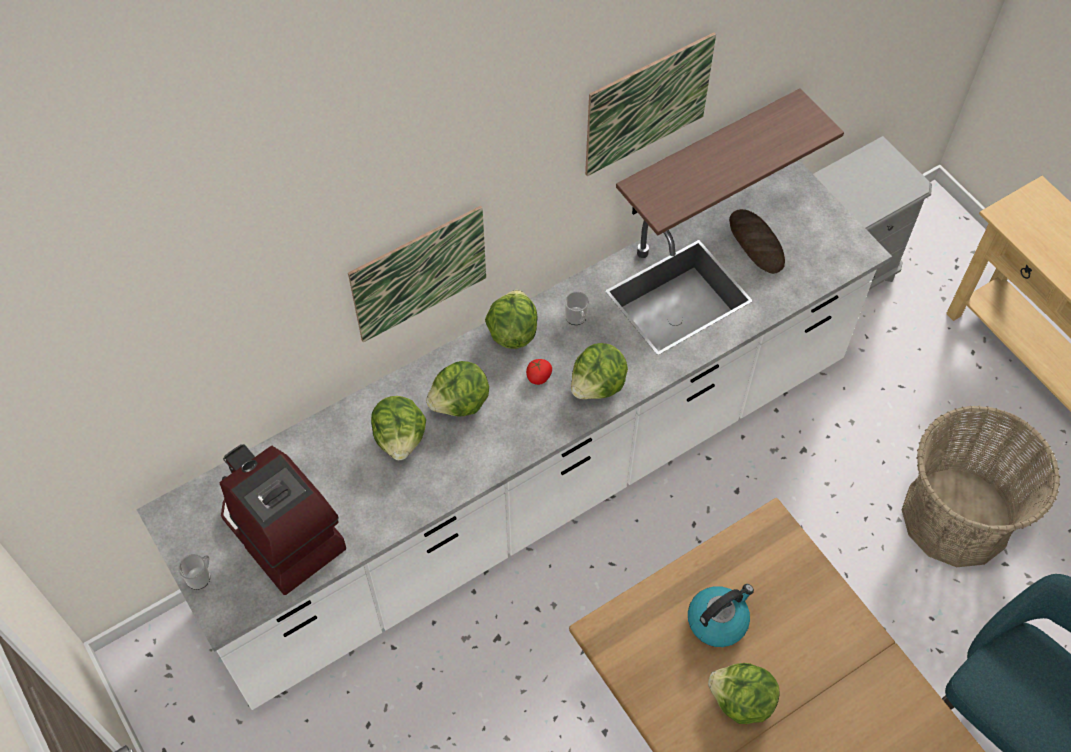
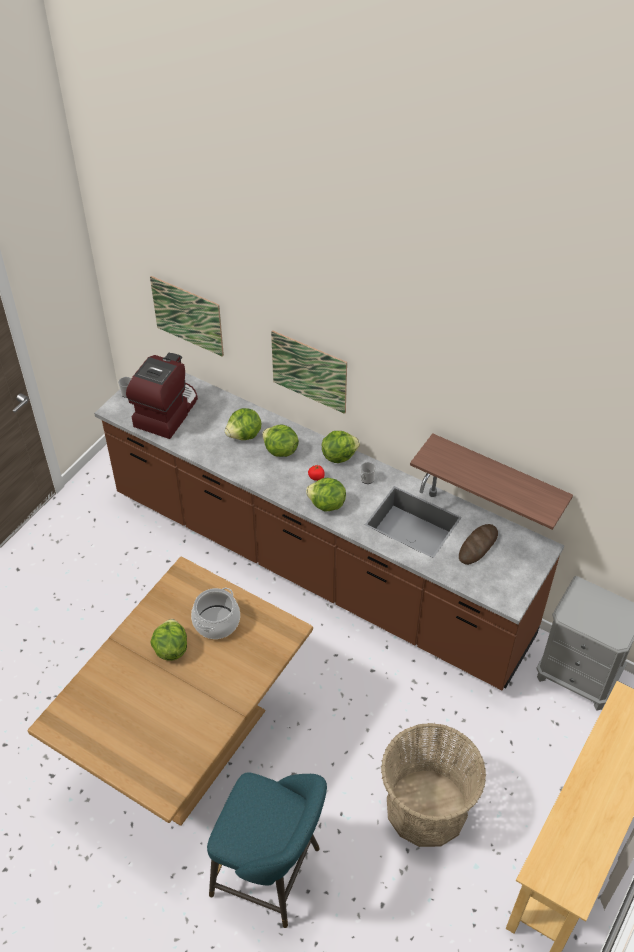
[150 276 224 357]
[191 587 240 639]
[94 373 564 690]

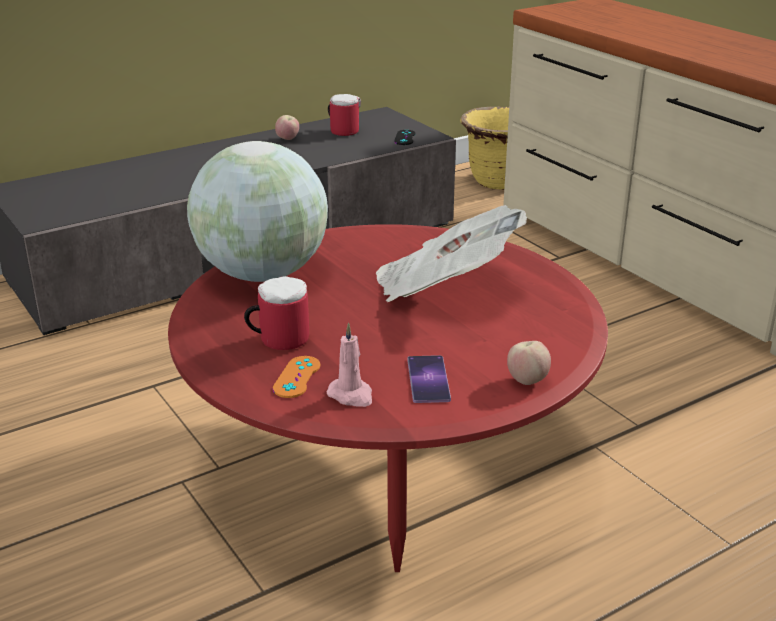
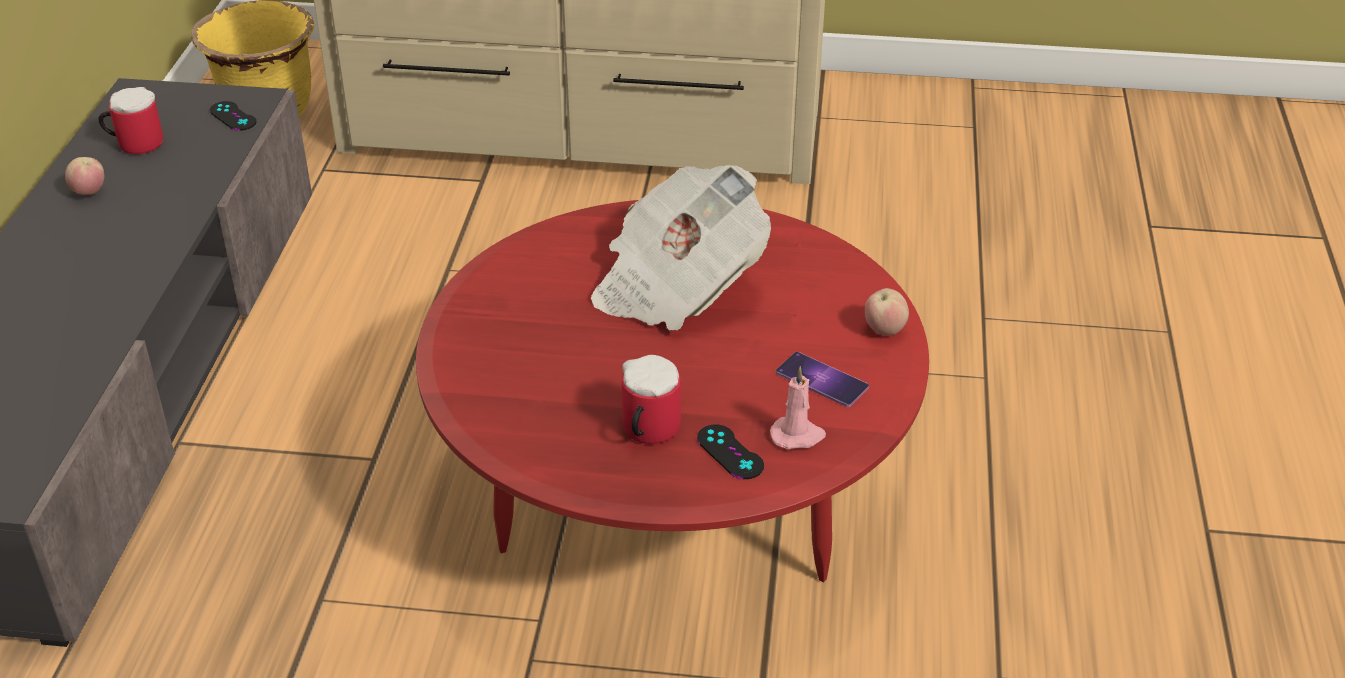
[187 141 328 282] (first image)
[697 425 764 479]

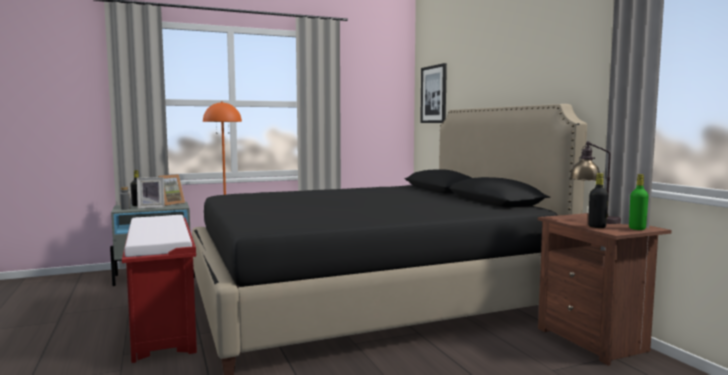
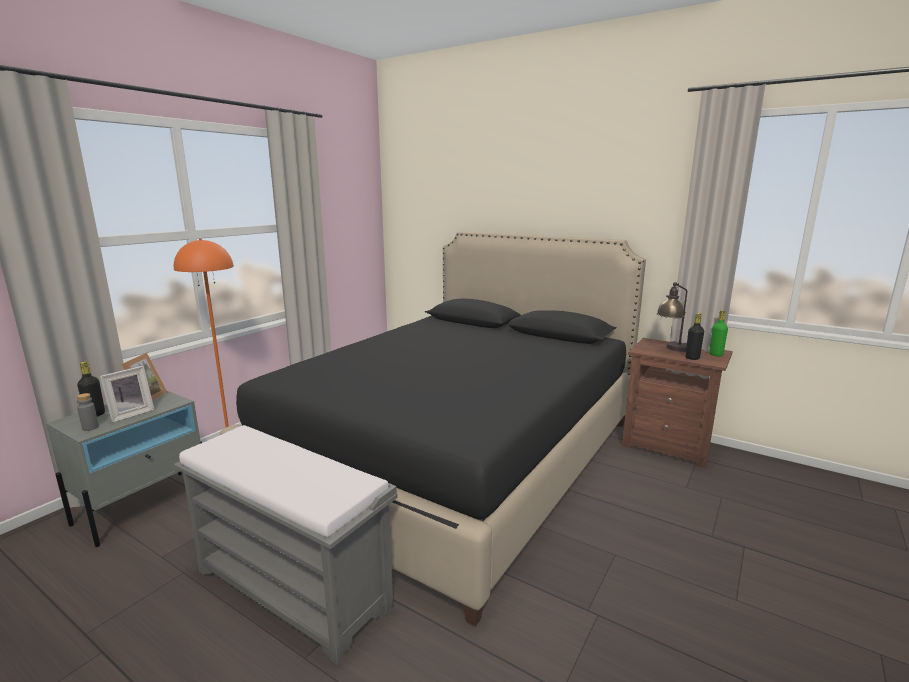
[420 63 447 123] (first image)
[174 425 398 665]

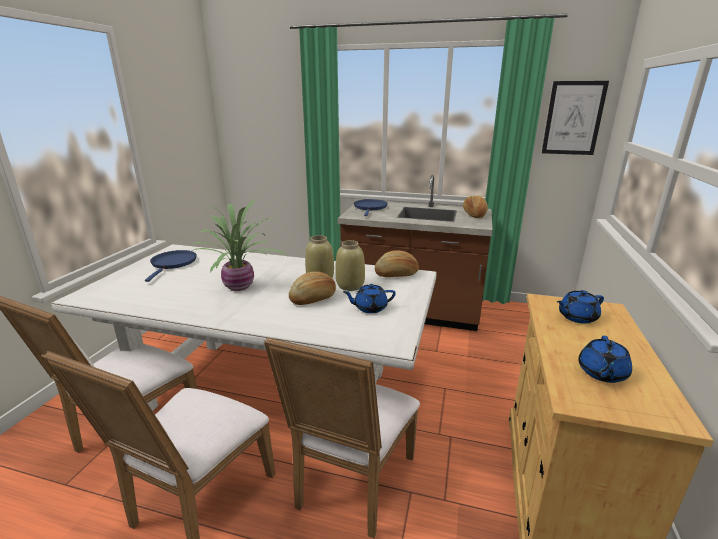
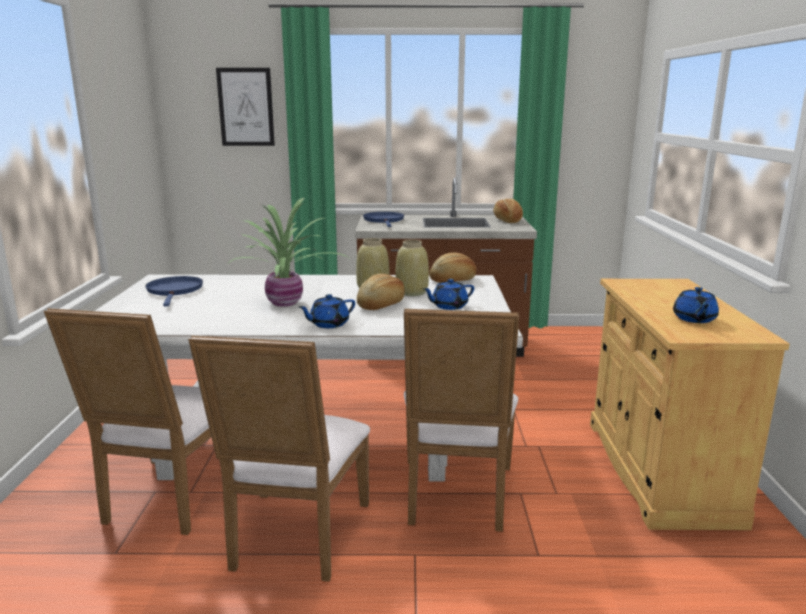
[216 68 275 146]
[299 294 355 328]

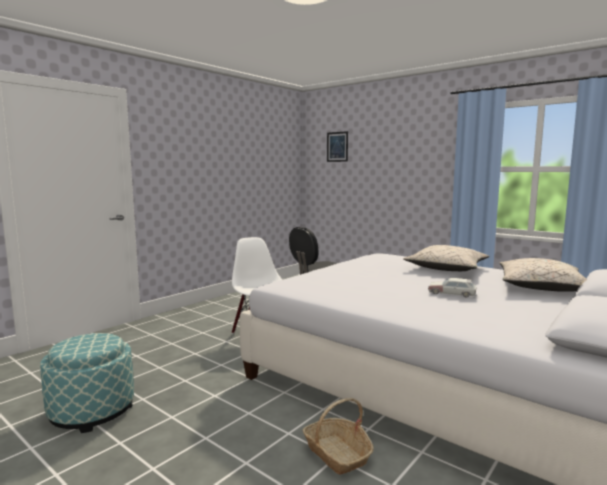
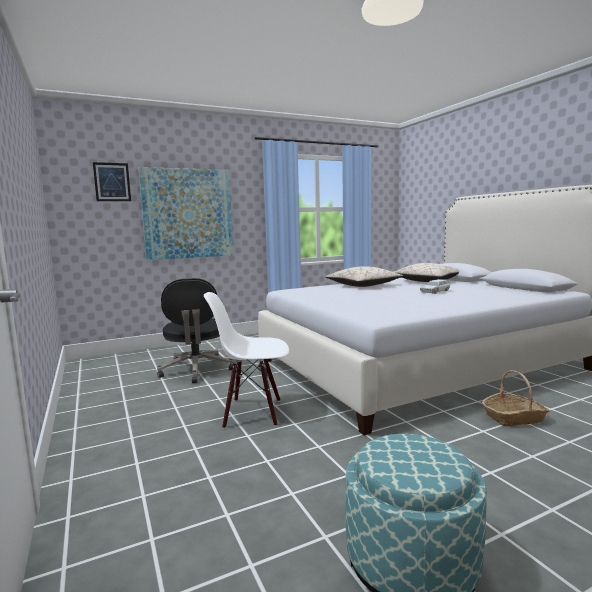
[138 167 233 260]

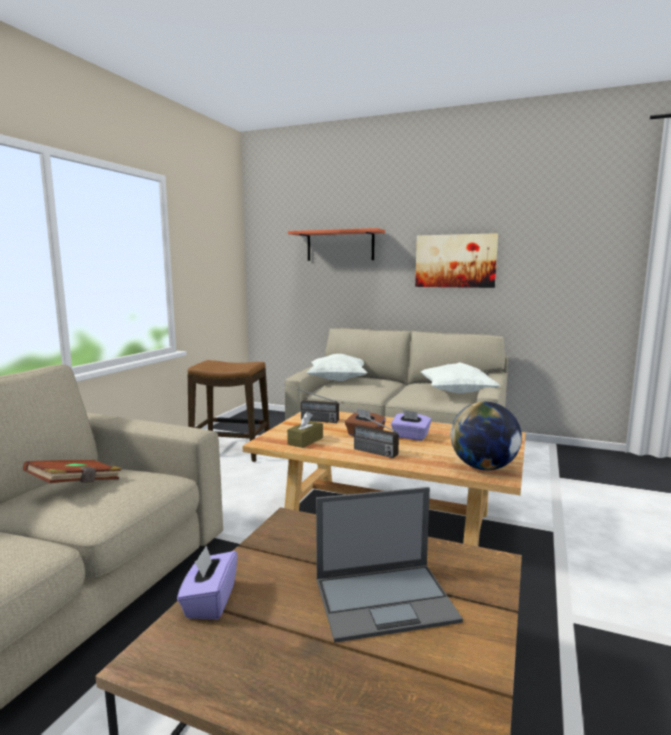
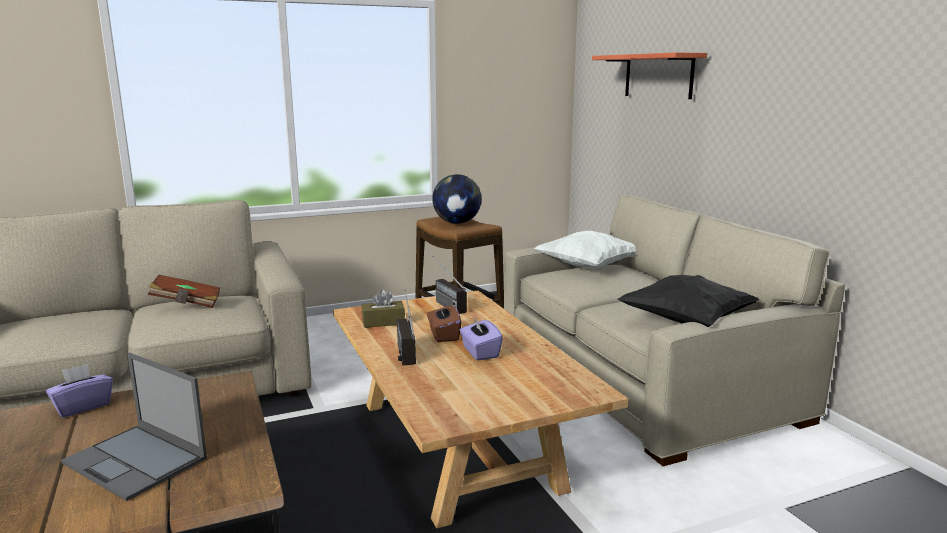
[415 233 498 288] (first image)
[432 174 482 224]
[618 275 759 327]

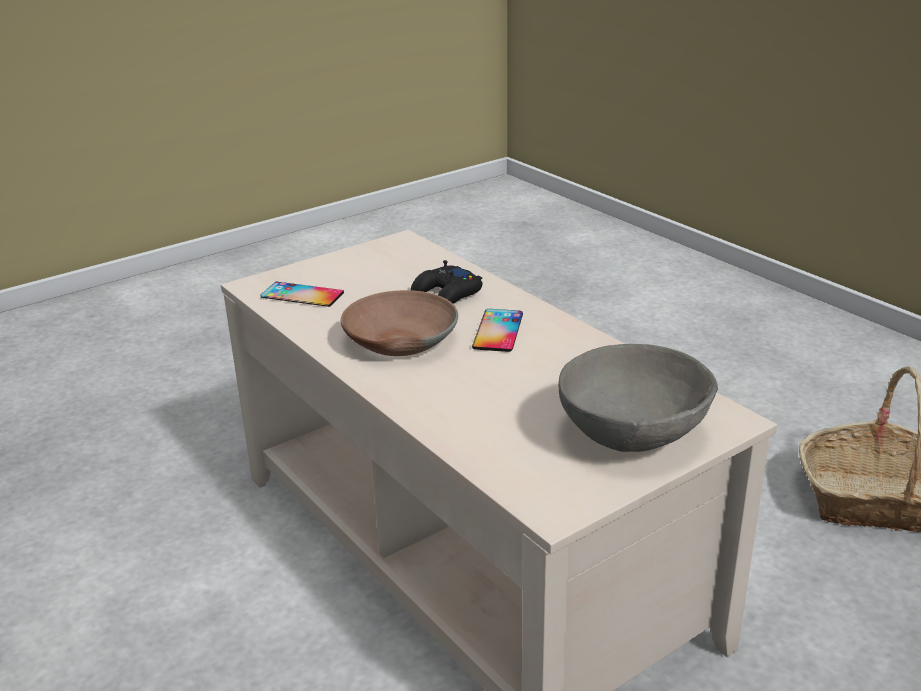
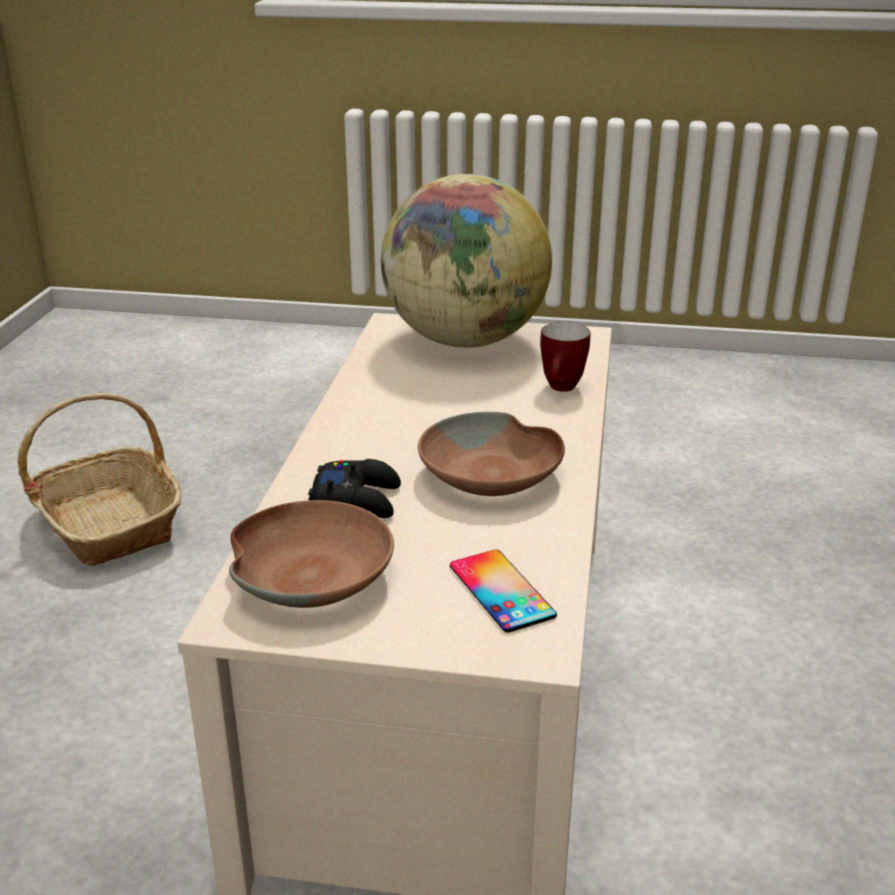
[472 309 523 352] (first image)
[229 500 394 608]
[540 322 590 392]
[381 174 552 348]

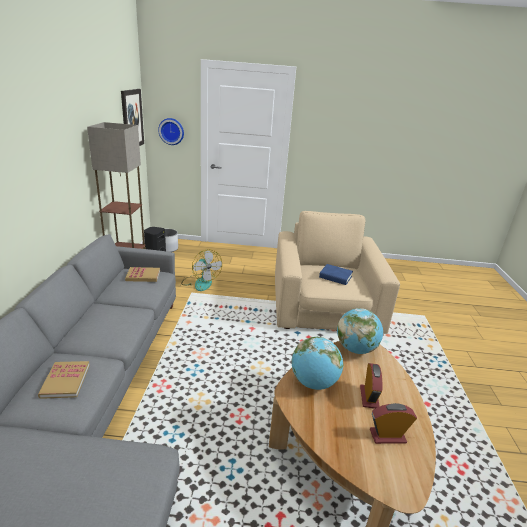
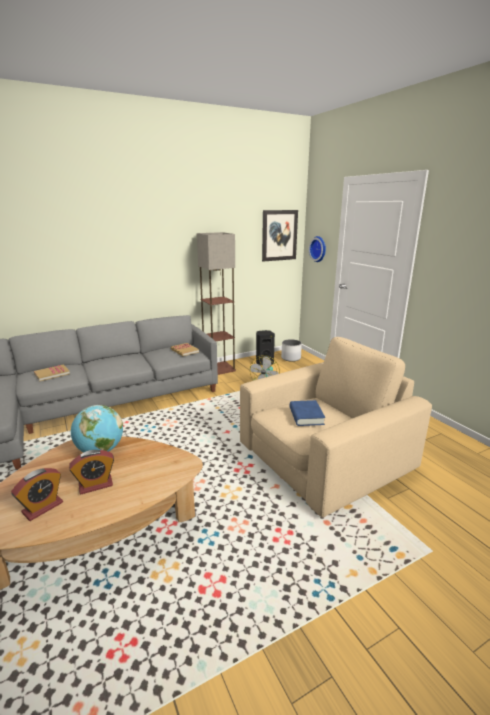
[337 308 383 354] (first image)
[11 468 63 521]

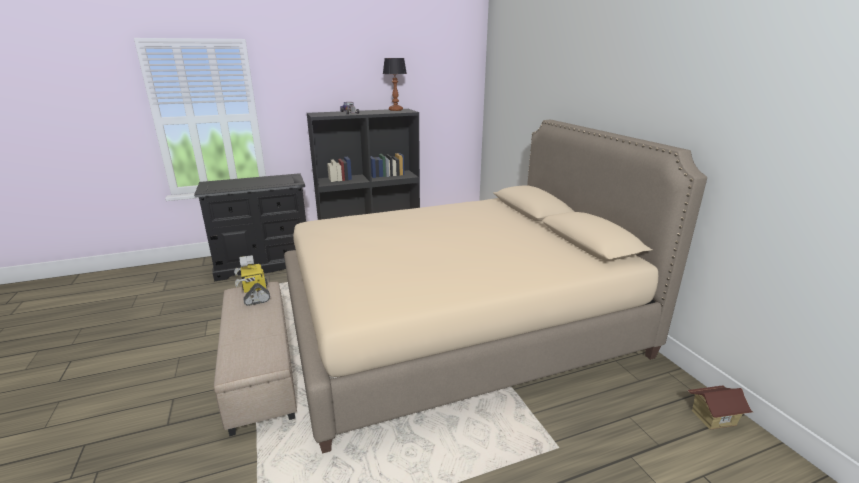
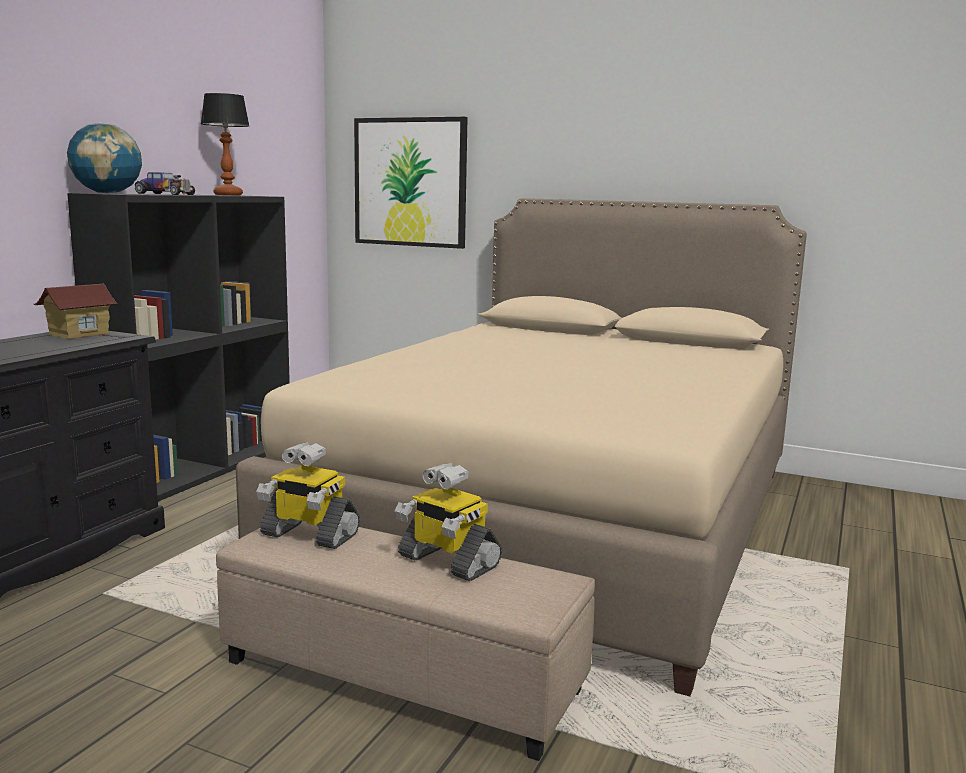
[67 123 142 194]
[354 117 468 249]
[395 463 502 581]
[34 284 119 339]

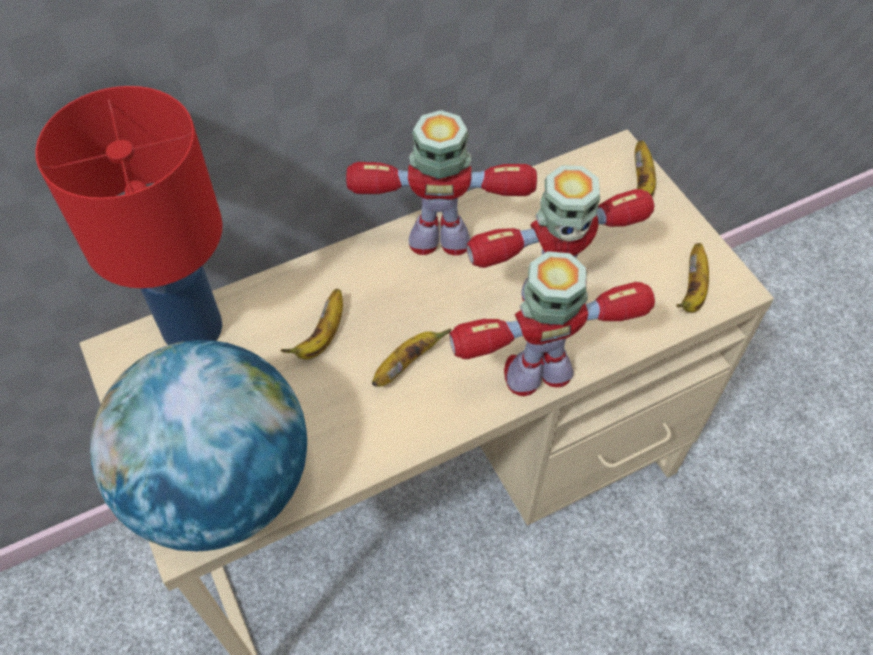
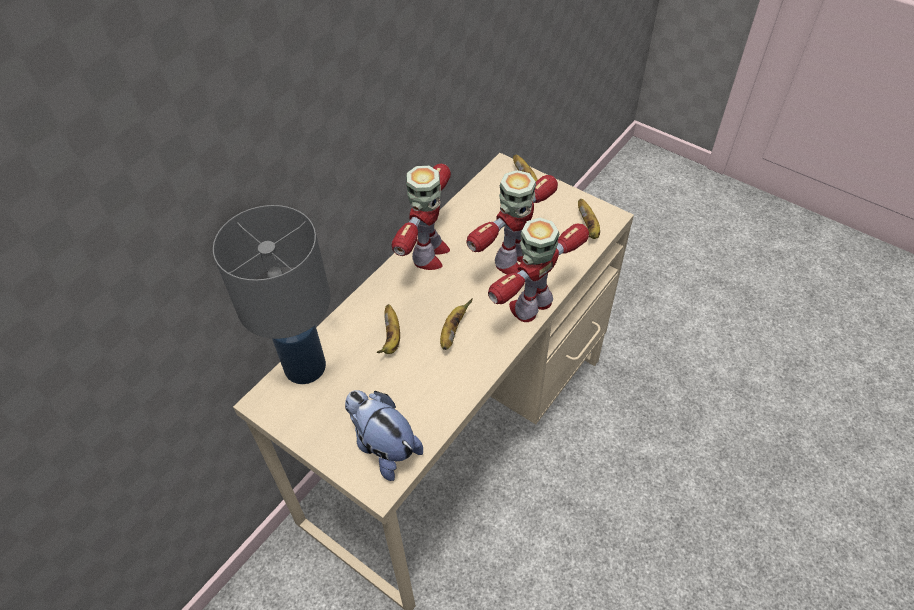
[345 390 423 481]
[213 205 330 384]
[392 164 451 270]

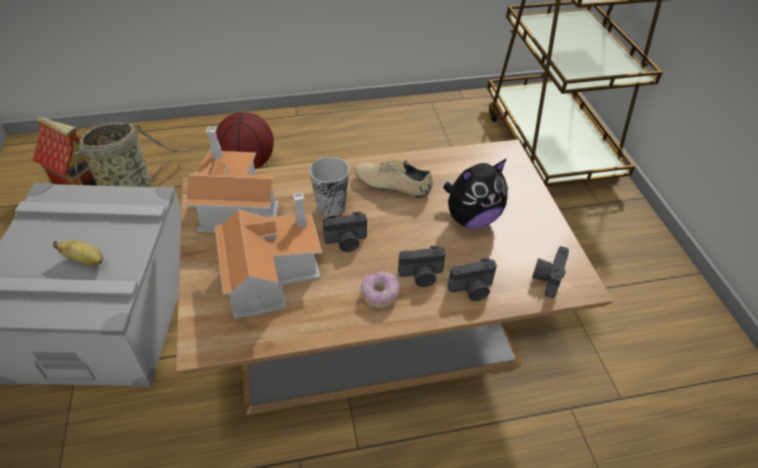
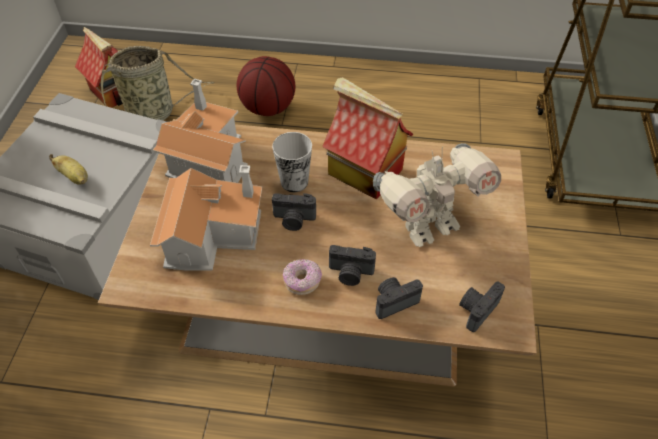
[322 77 413 200]
[373 143 501 247]
[375 277 423 319]

